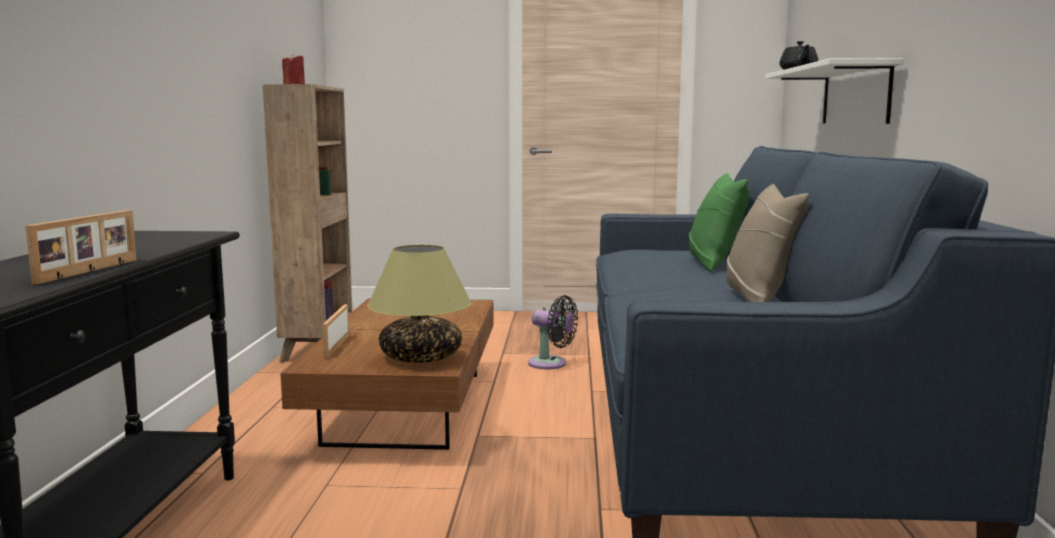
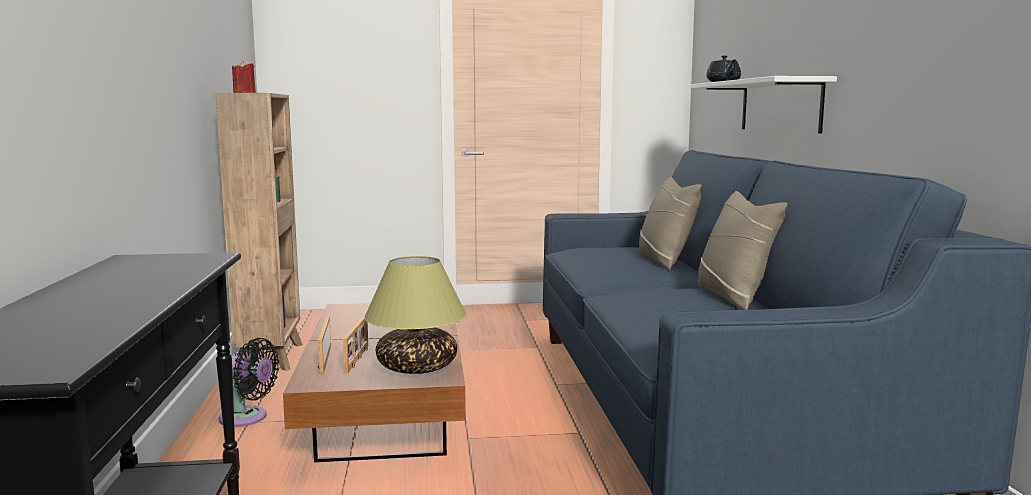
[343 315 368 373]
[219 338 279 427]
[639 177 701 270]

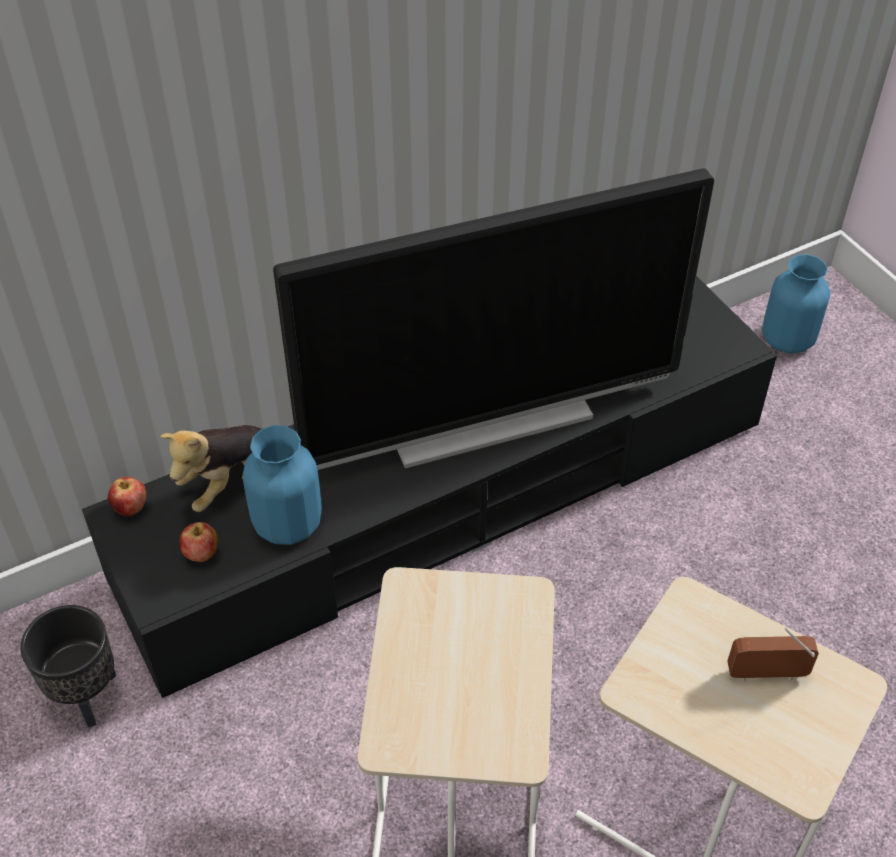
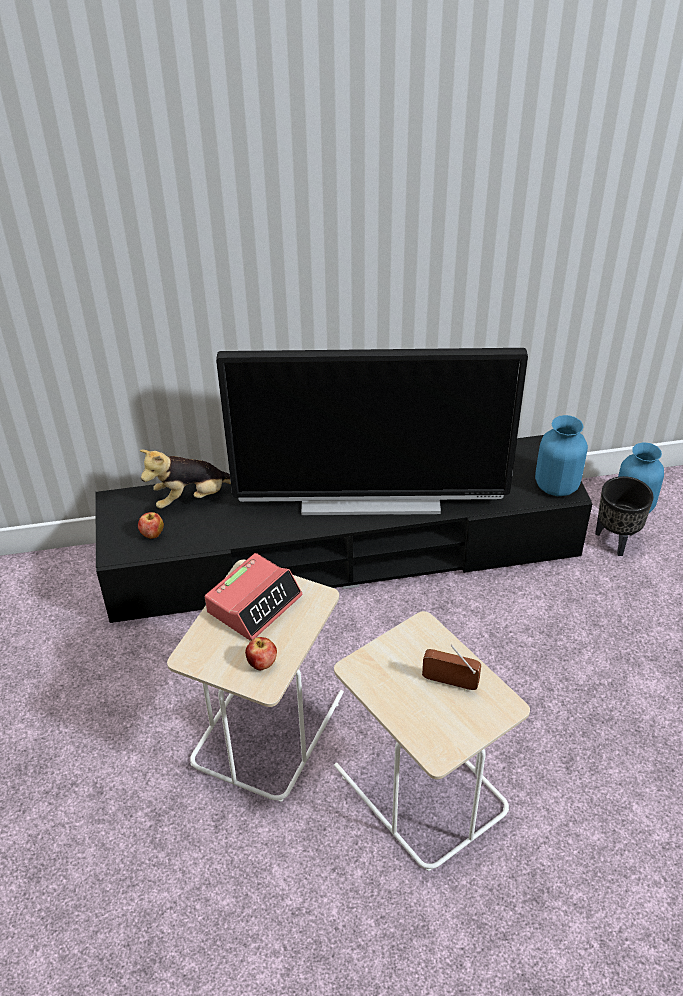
[205 553 303 641]
[595 476 653 556]
[245 637 277 670]
[535 415 588 496]

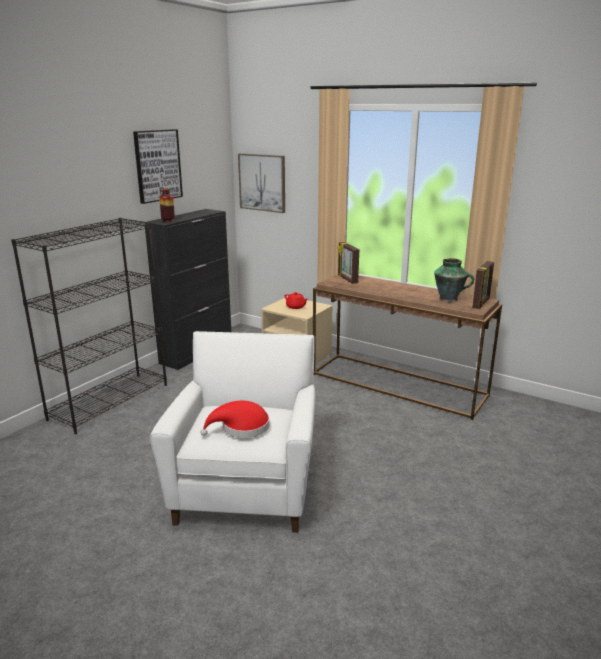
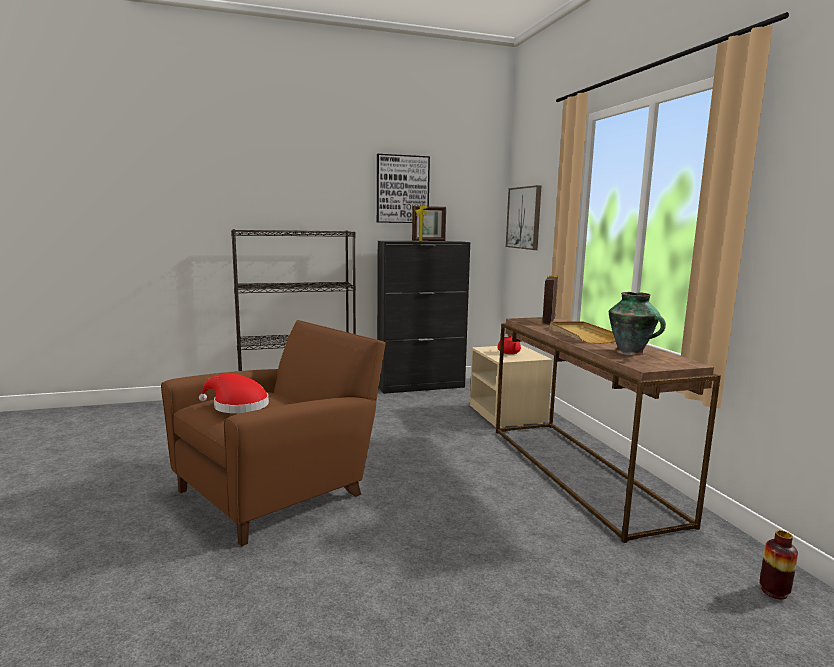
[550 321 616 344]
[760 530 798 599]
[412 205 446 241]
[161 320 385 546]

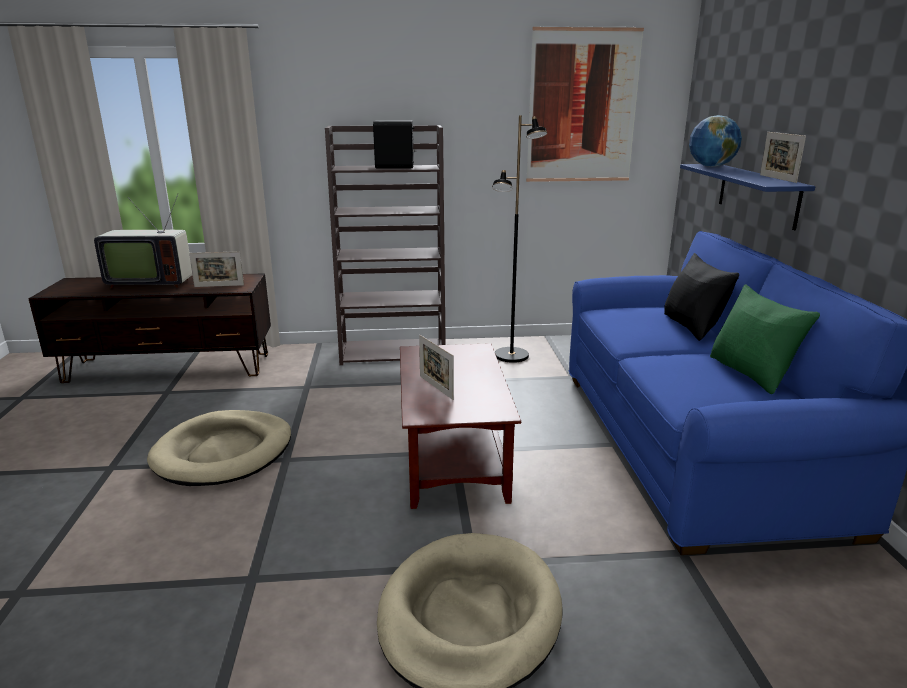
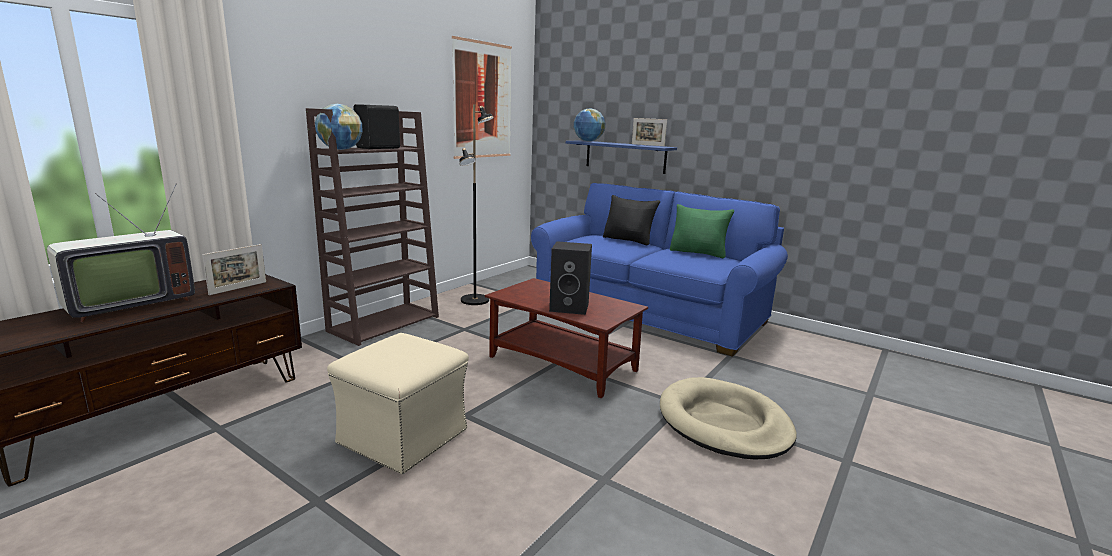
[315 104 363 150]
[327 333 469 474]
[549 241 592 315]

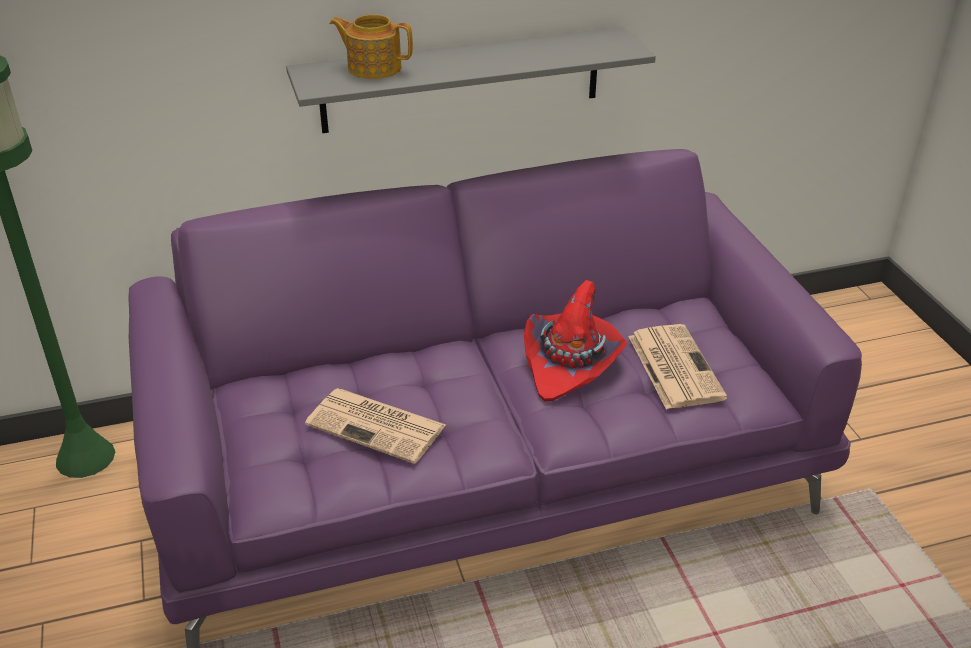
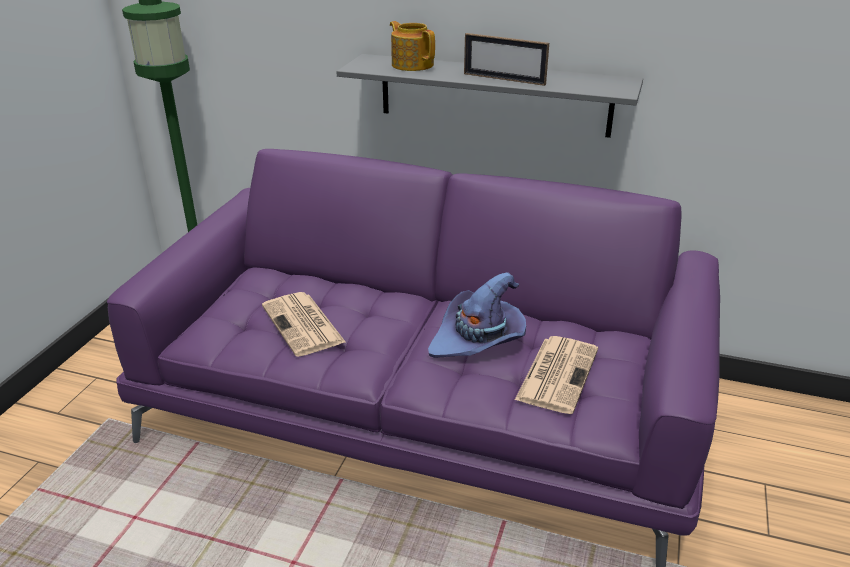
[464 33 549 86]
[428 272 526 358]

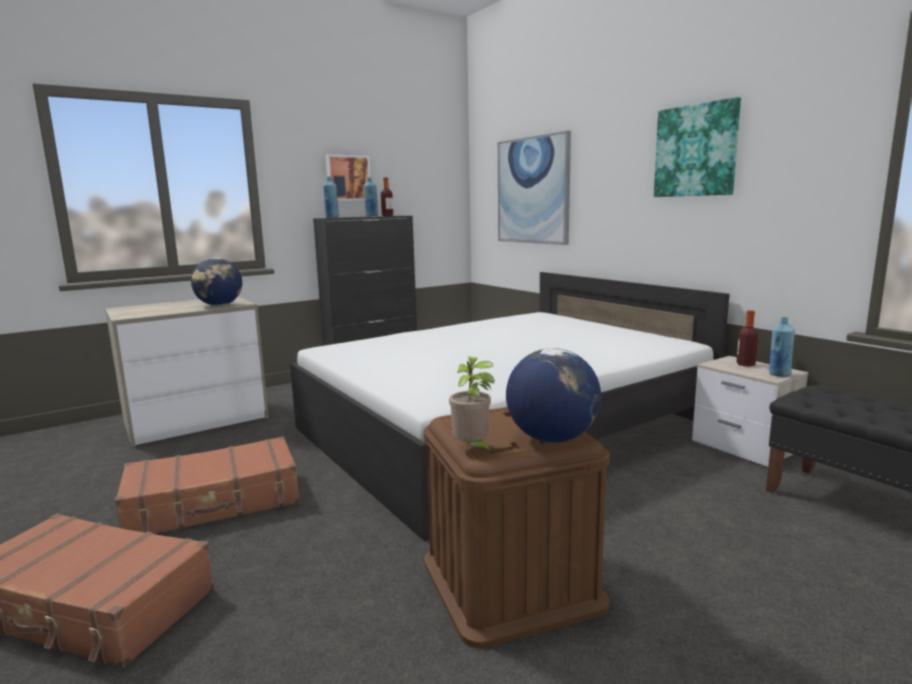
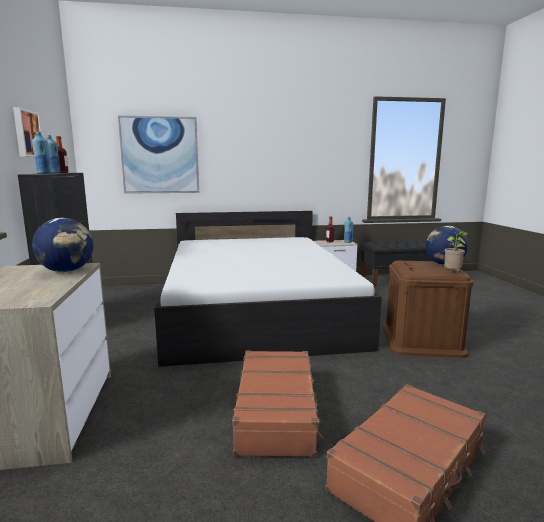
[654 97 741 197] (first image)

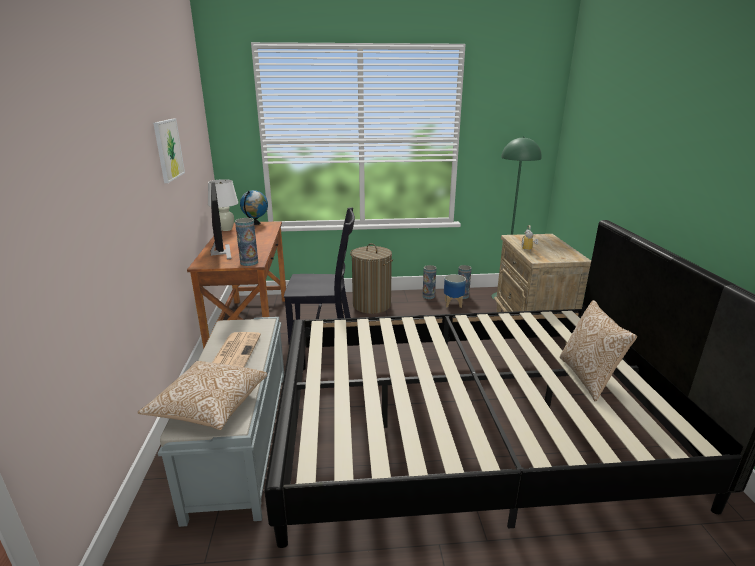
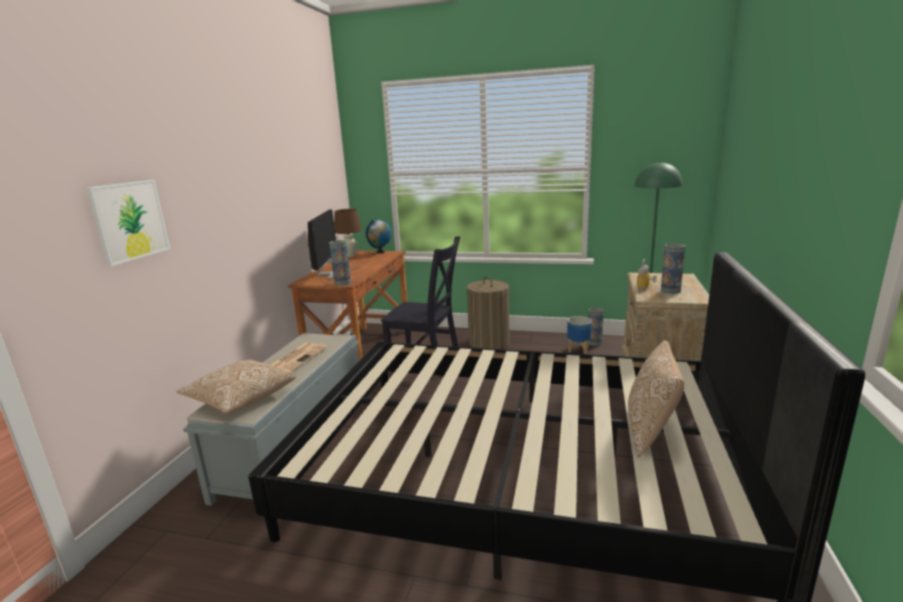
[86 180 170 266]
[661 243 685 294]
[334 209 362 257]

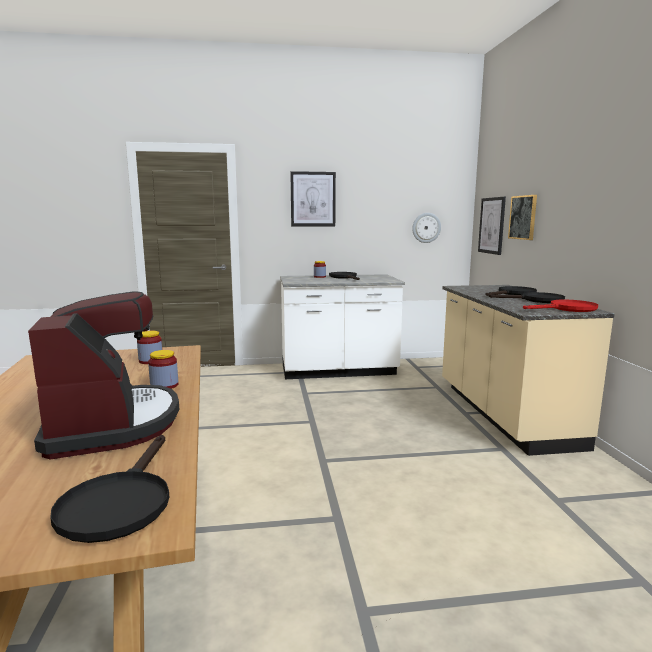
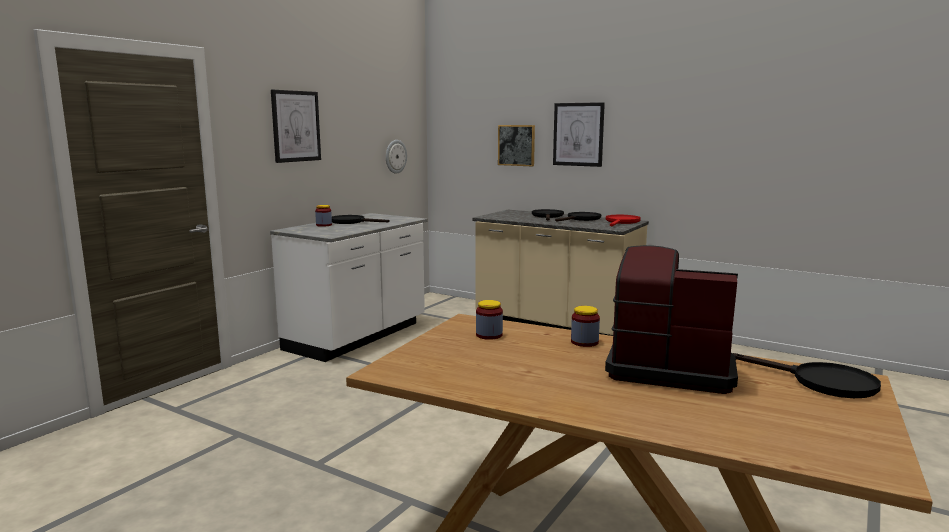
[553 102 605 167]

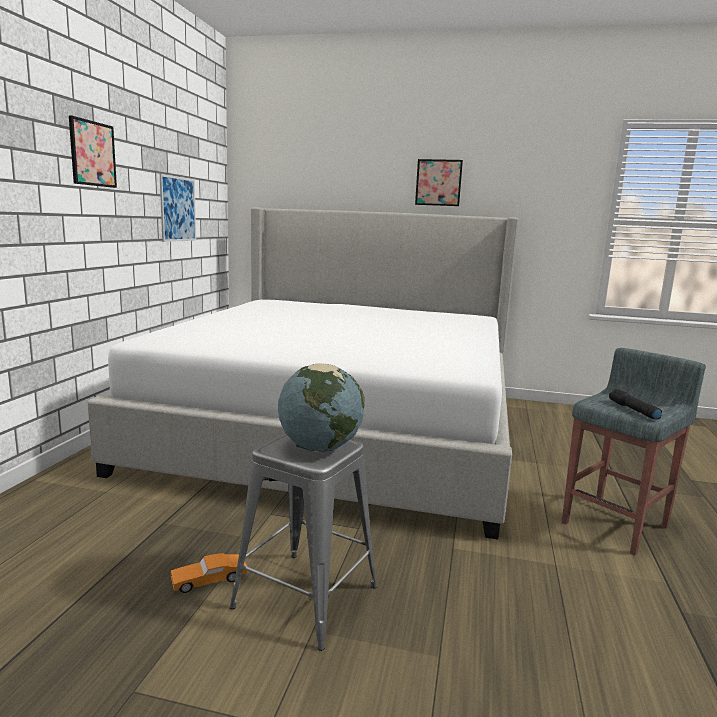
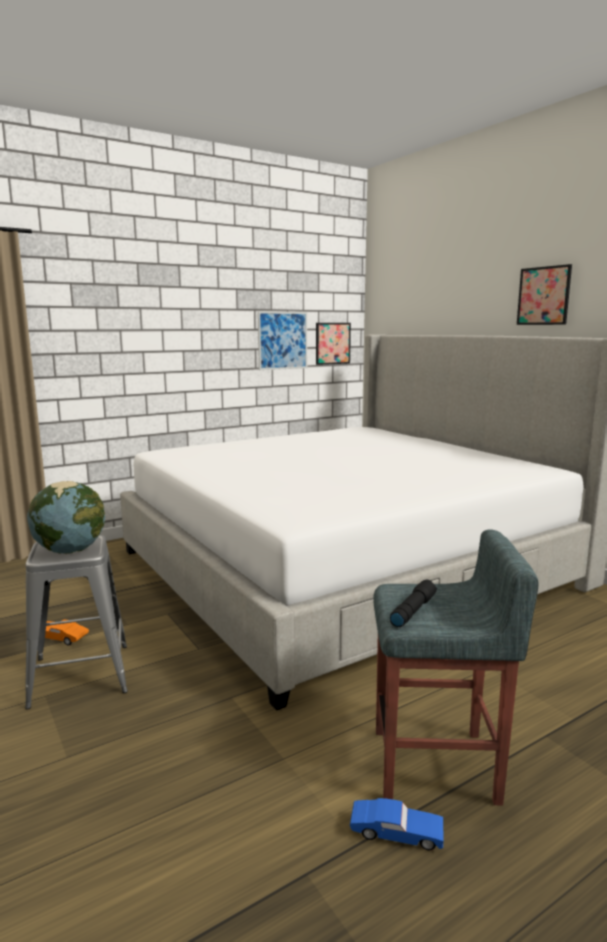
[350 798 443 850]
[316 323 351 365]

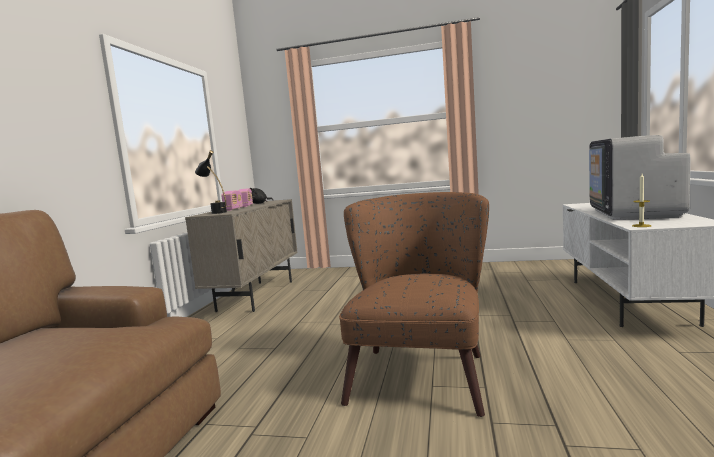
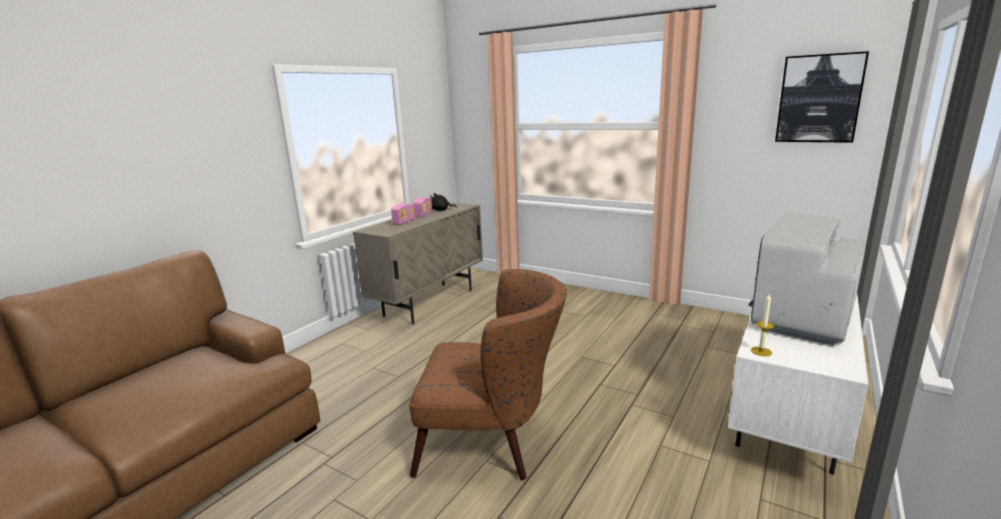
[195 150 227 214] (first image)
[775 51 869 143]
[409 269 567 480]

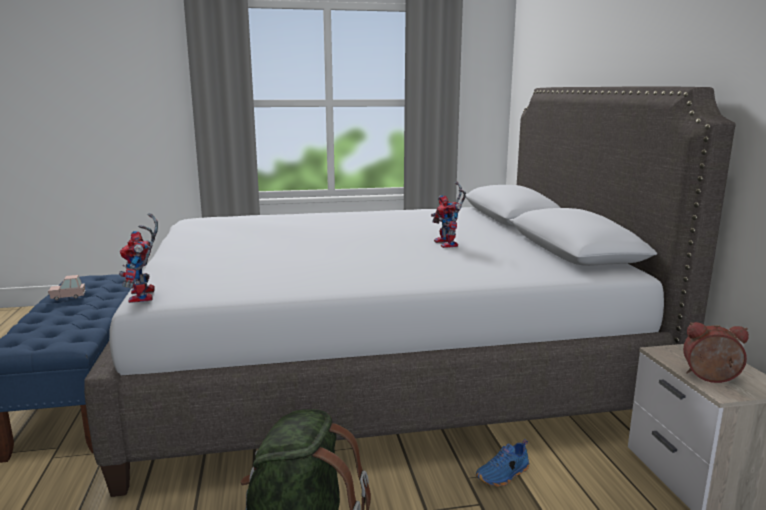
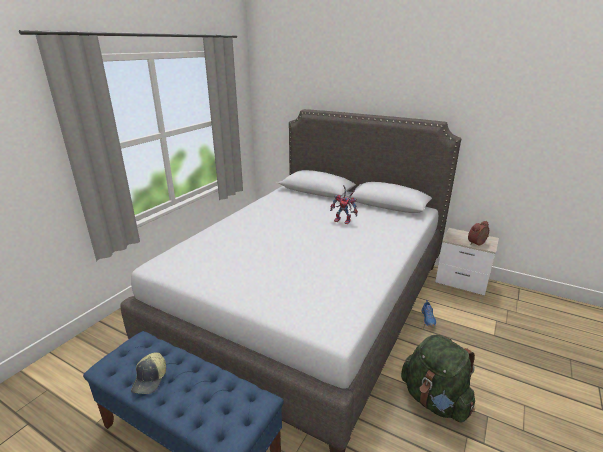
[119 213 158 303] (first image)
[131 352 166 394]

